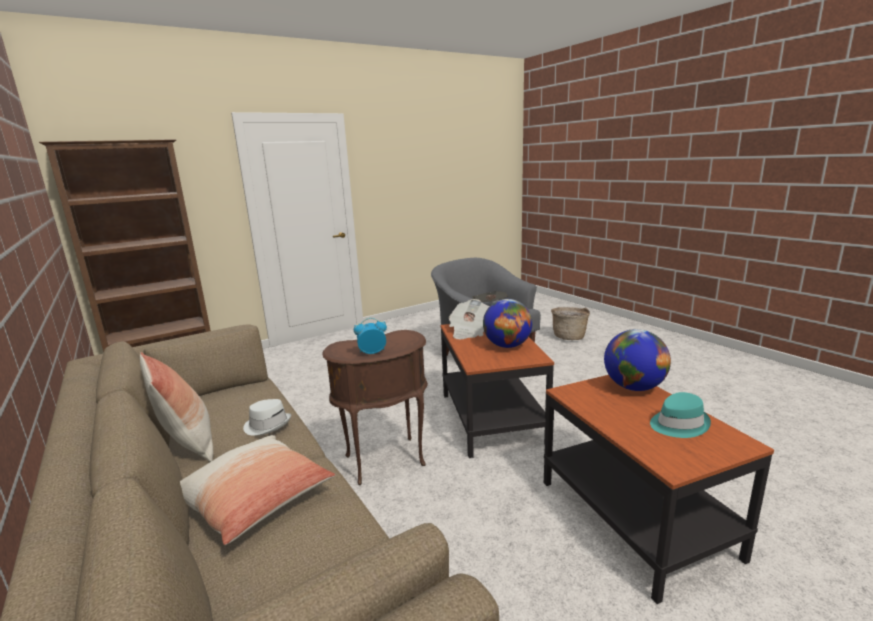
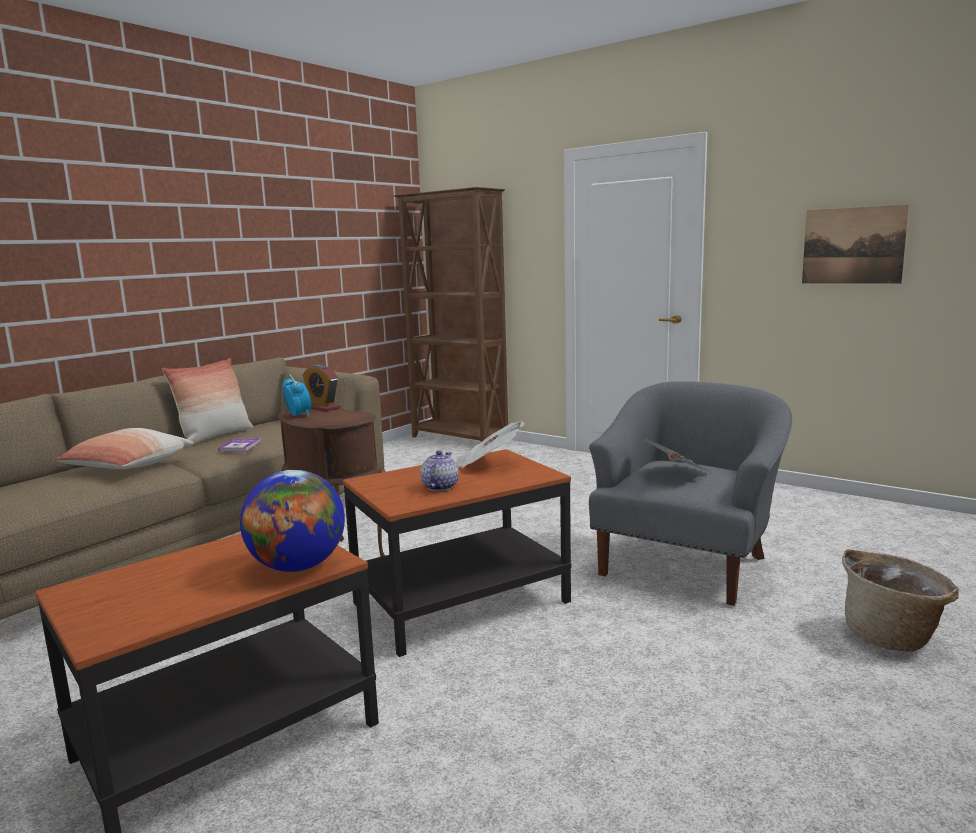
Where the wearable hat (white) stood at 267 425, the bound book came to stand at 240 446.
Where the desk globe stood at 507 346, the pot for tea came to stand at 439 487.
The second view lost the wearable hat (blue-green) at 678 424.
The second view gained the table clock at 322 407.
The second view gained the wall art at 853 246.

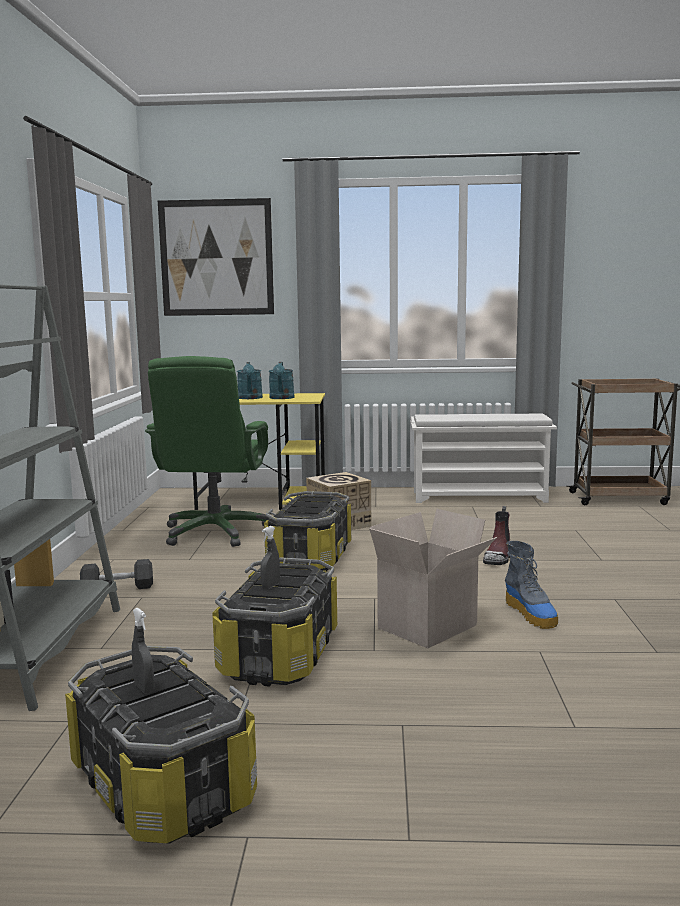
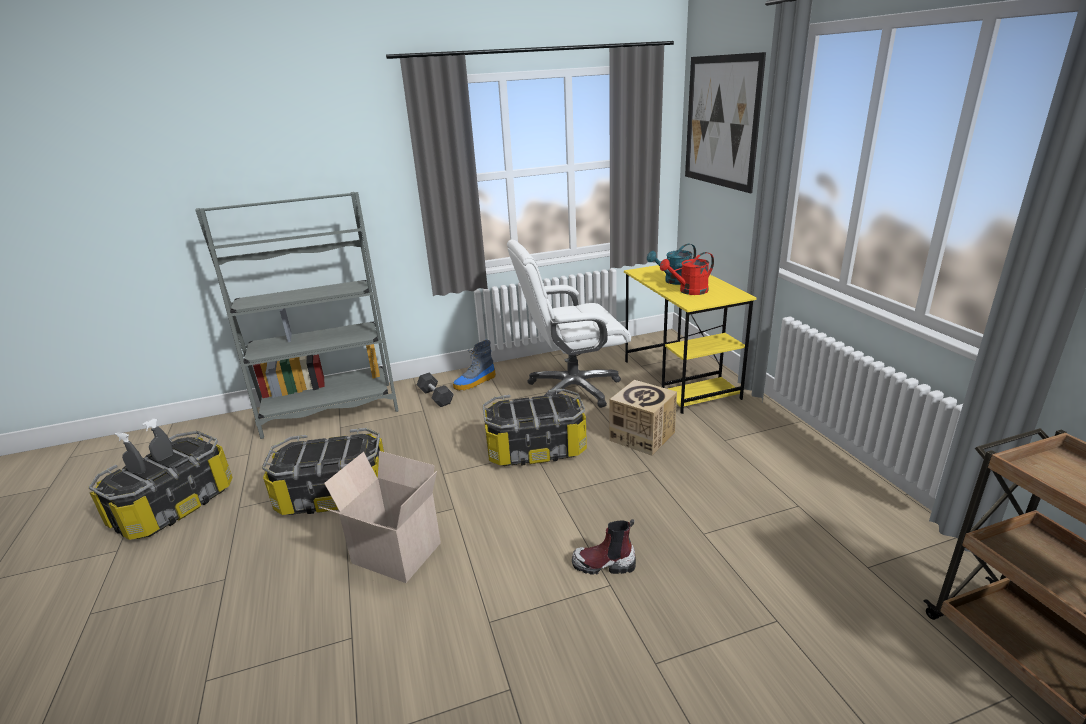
What was the computer chair (green-coloured) at 215 532 turned into the computer chair (white) at 572 389.
The sprayer (gray) ended up elsewhere, having gone from 270 586 to 138 472.
What was the watering pot (blue-green) at 281 398 turned into the watering pot (red) at 689 291.
The second view lost the shoe shelf (white) at 480 497.
The high-top boot ended up elsewhere, having gone from 531 614 to 475 382.

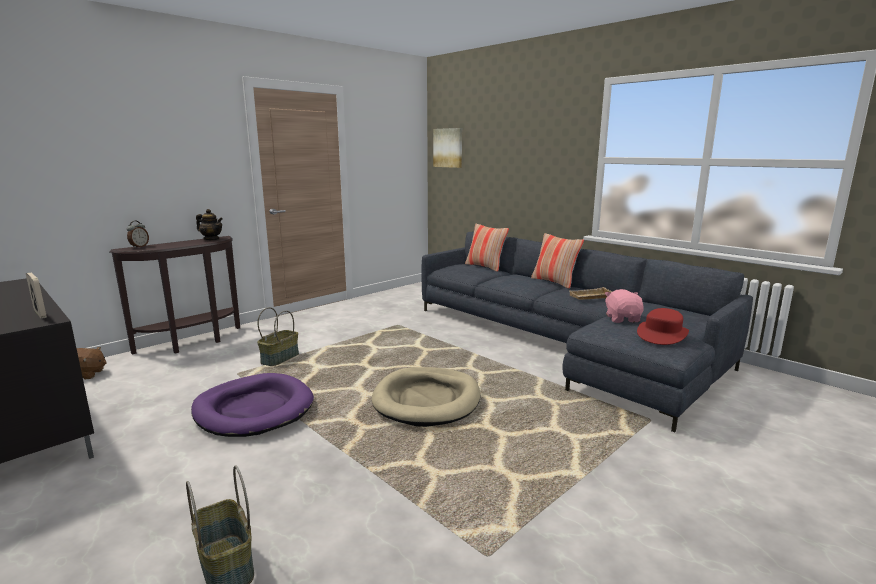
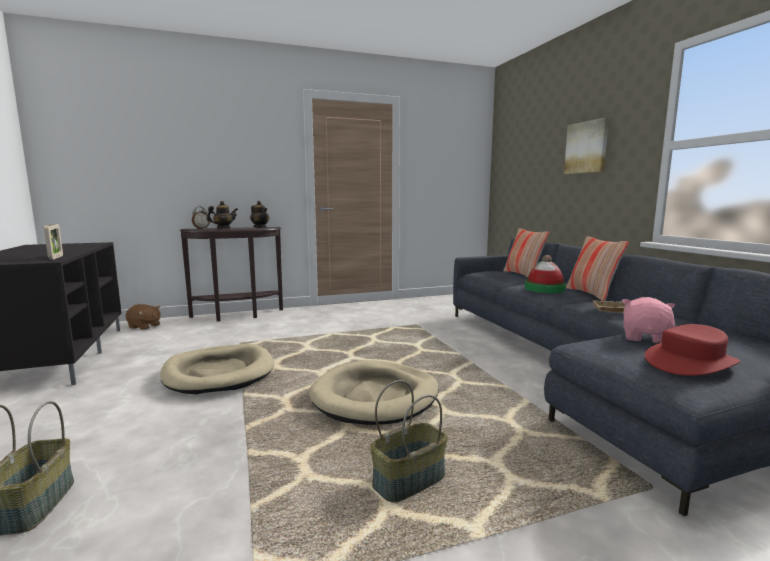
What was the dog bed (purplish) at 254 409 turned into the dog bed (sand-coloured) at 219 373.
The storage basket ended up elsewhere, having gone from 280 358 to 409 480.
The wall art ended up elsewhere, having gone from 448 148 to 586 147.
The second view gained the pot for tea at 223 228.
The second view gained the wearable hat at 544 289.

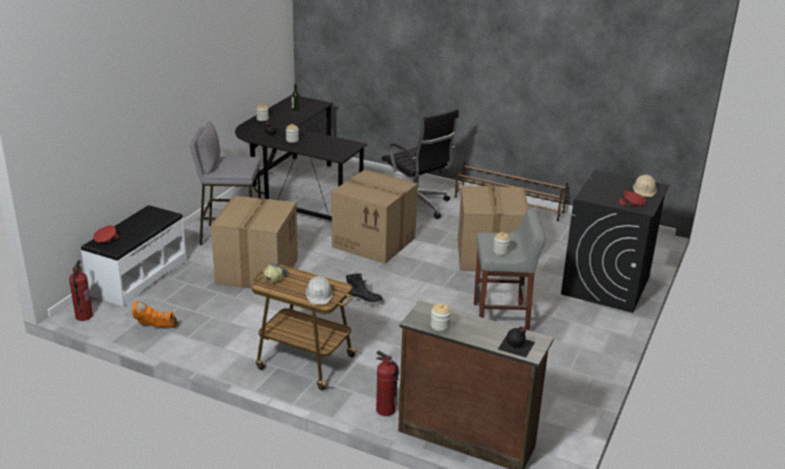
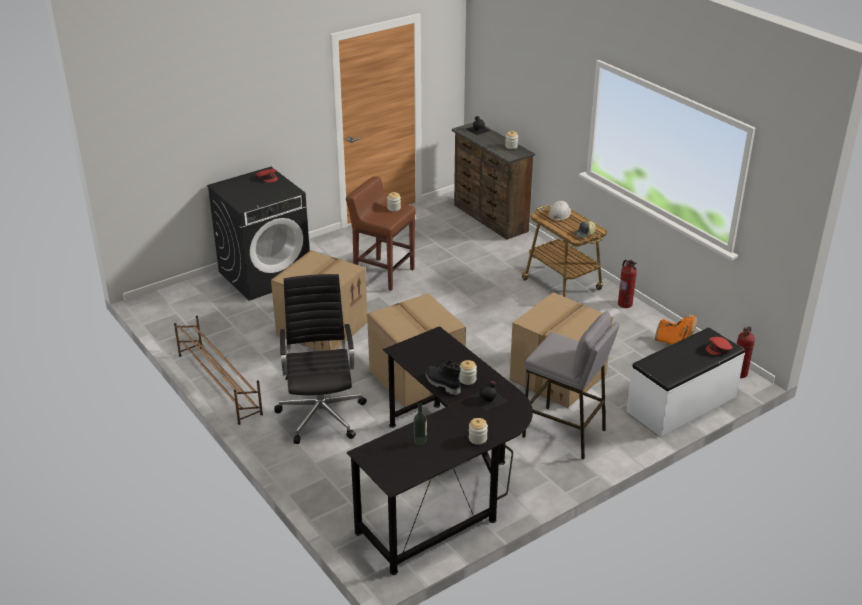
The high-top boot (black-coloured) ended up elsewhere, having gone from 364 300 to 442 384.
The fire-fighting cylinder ended up elsewhere, having gone from 385 410 to 625 304.
What was the stool seat (gray) at 502 318 turned into the stool seat (brown-coloured) at 383 274.
The second view lost the work helmet (sand-coloured) at 644 190.

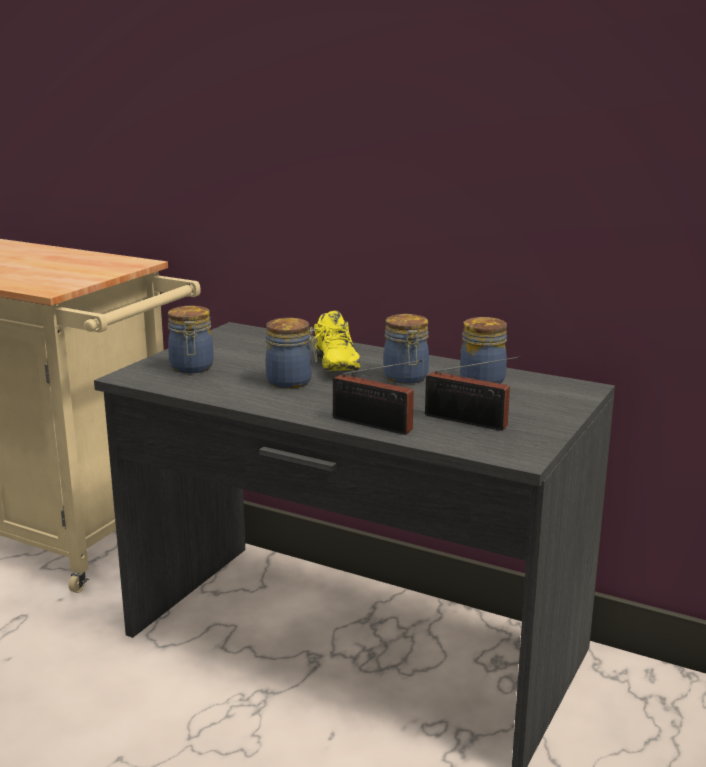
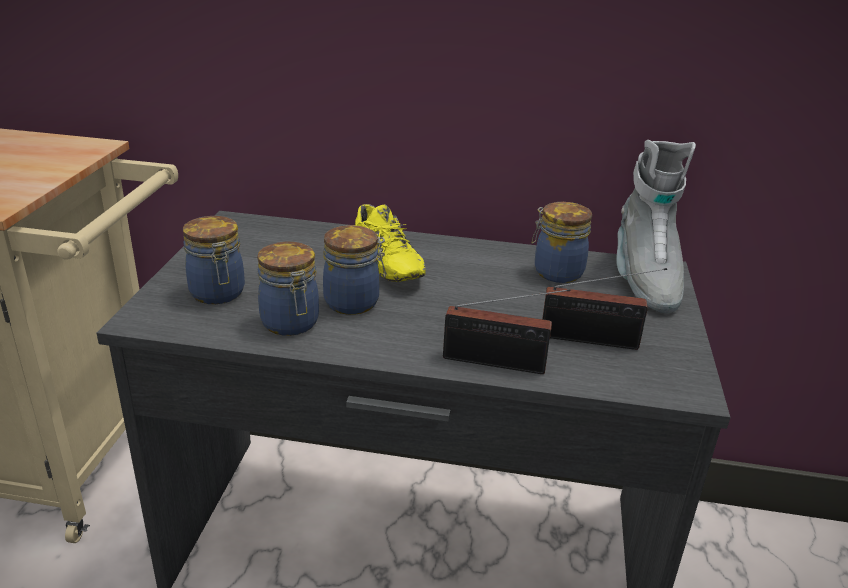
The storage jar ended up elsewhere, having gone from 406 378 to 291 324.
The second view gained the high-top boot (gray) at 644 279.

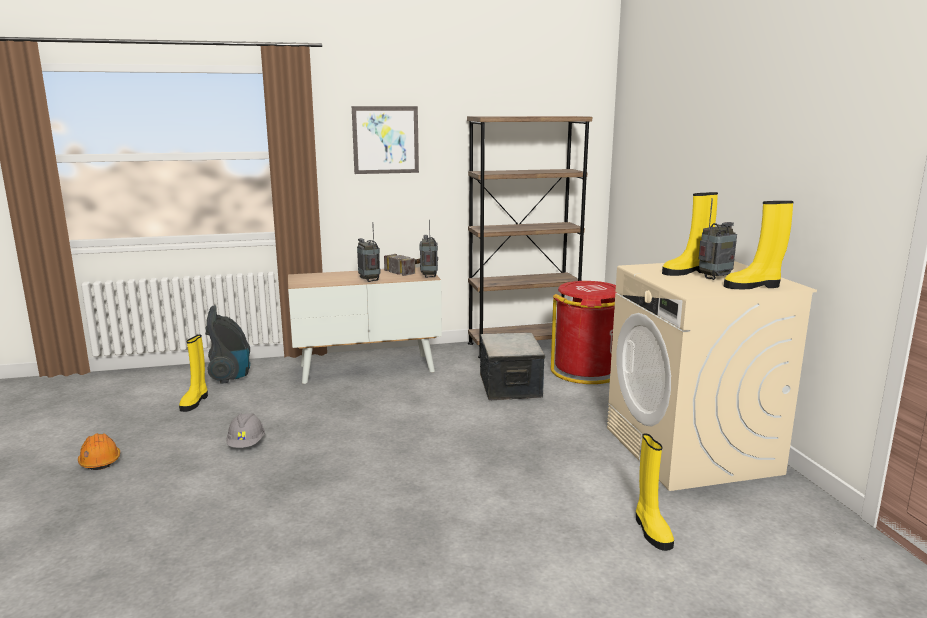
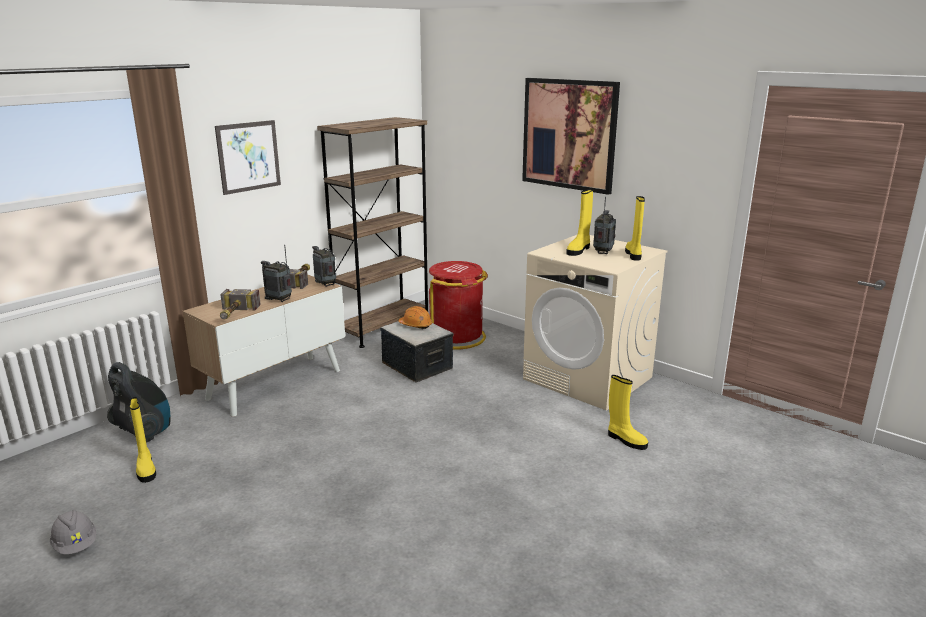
The work helmet (orange) ended up elsewhere, having gone from 100 461 to 416 325.
The work helmet (gray) ended up elsewhere, having gone from 246 444 to 76 545.
The high-top boot (yellow-coloured) at 753 286 ended up facing another way, 135 degrees clockwise from before.
The second view gained the hand hammer at 234 314.
The second view gained the wall art at 569 134.

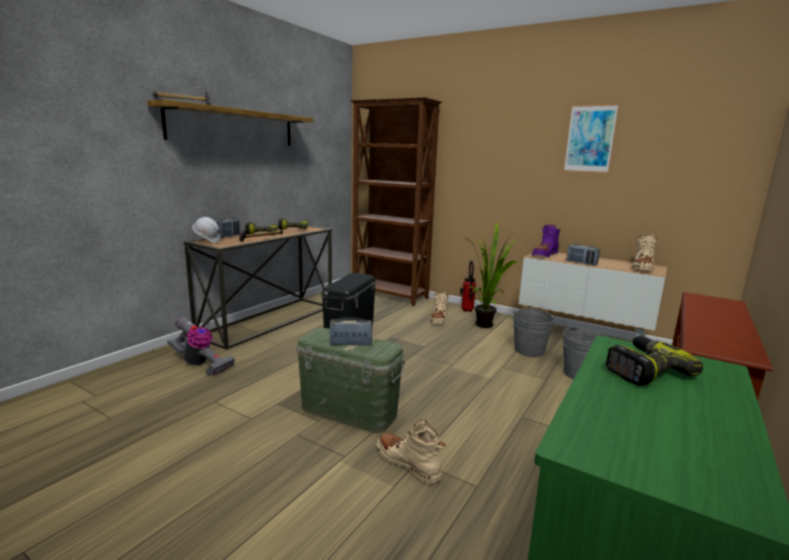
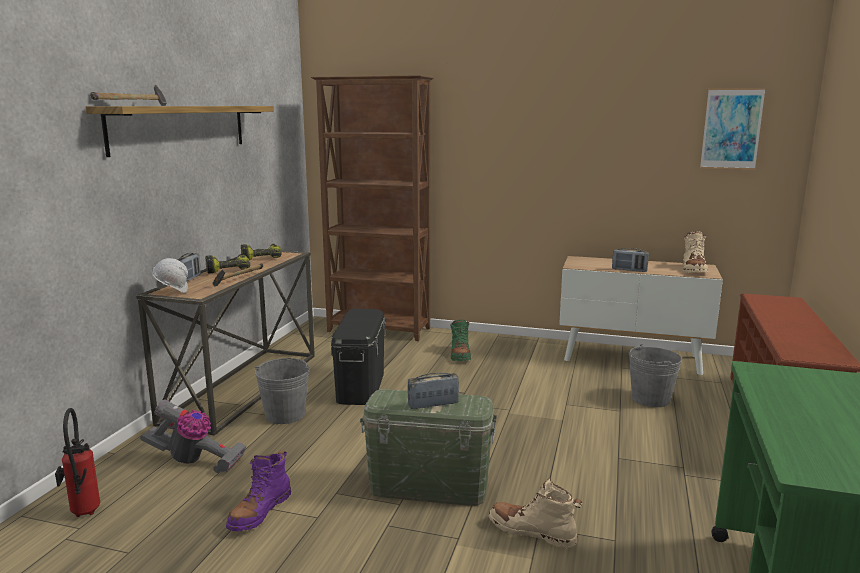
What was the high-top boot (sand-coloured) at 439 319 turned into the high-top boot (green-coloured) at 460 355.
The fire-fighting cylinder ended up elsewhere, having gone from 466 311 to 83 514.
The second view lost the houseplant at 486 324.
The bucket (gray) ended up elsewhere, having gone from 529 350 to 285 415.
The high-top boot (purplish) ended up elsewhere, having gone from 544 255 to 260 512.
The wall art ended up elsewhere, having gone from 590 139 to 731 129.
The second view lost the power drill at 642 369.

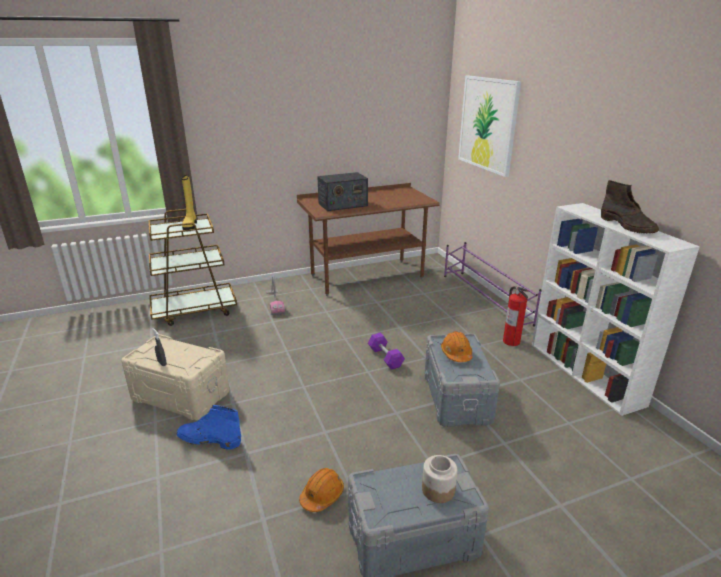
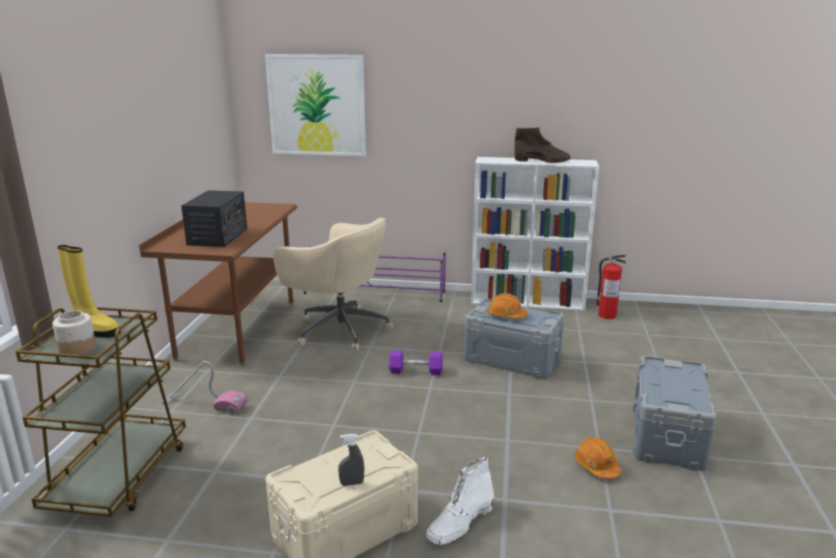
What was the high-top boot (blue) at 208 439 turned into the high-top boot (white) at 460 523.
The storage jar ended up elsewhere, having gone from 438 489 to 77 349.
The fire-fighting cylinder ended up elsewhere, having gone from 511 341 to 606 315.
The second view gained the computer chair (sand-coloured) at 339 329.

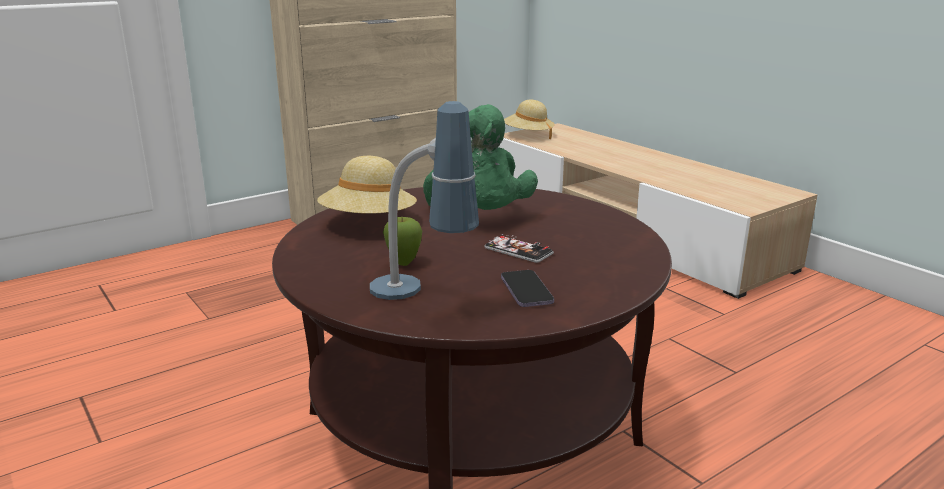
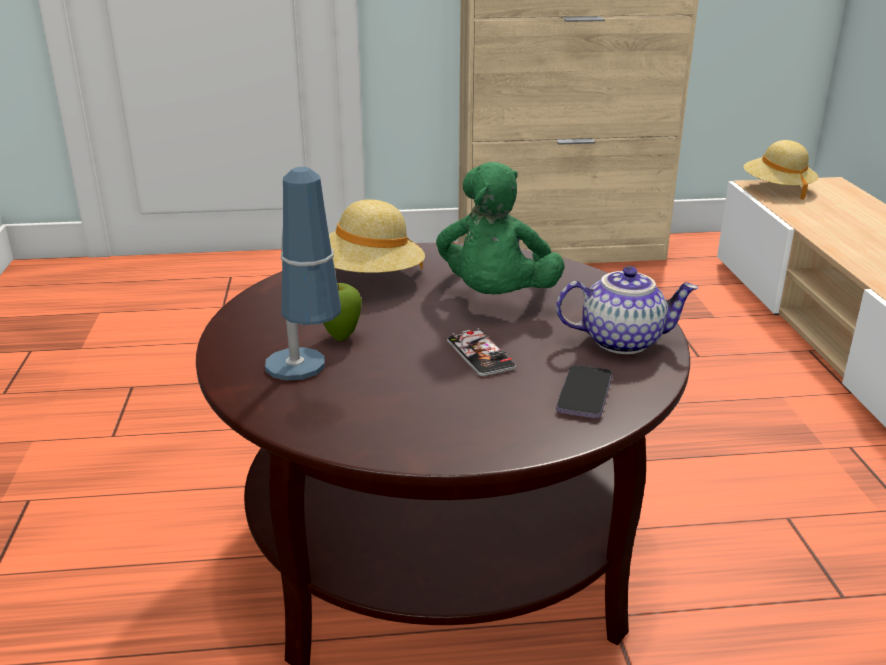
The telephone ended up elsewhere, having gone from 526 291 to 584 394.
The second view gained the pot for tea at 622 340.

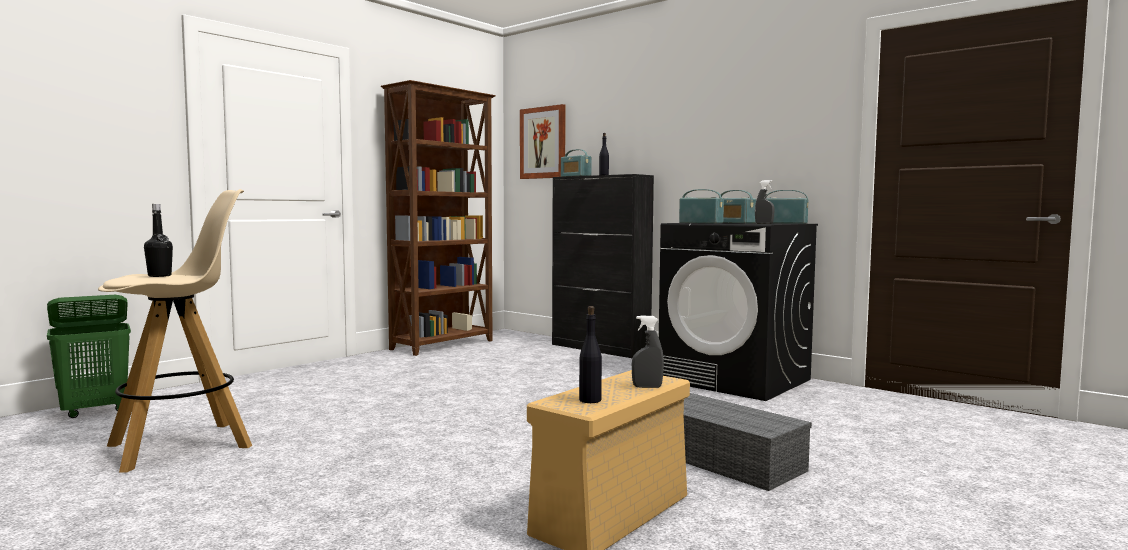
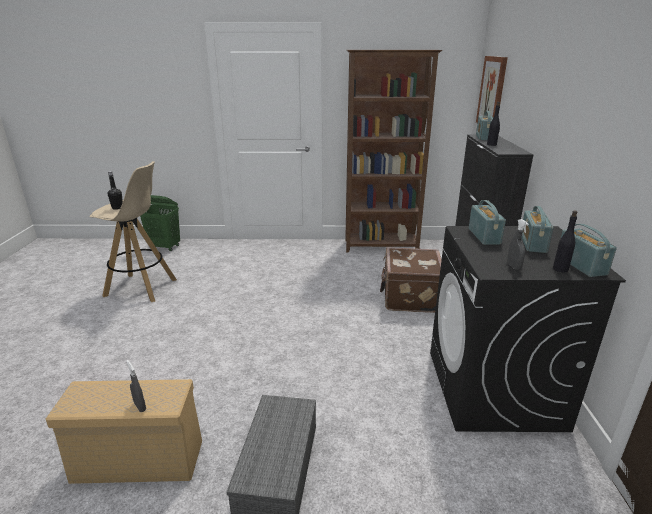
The beverage bottle (black-coloured) ended up elsewhere, having gone from 590 400 to 560 269.
The second view gained the travel case (brown-coloured) at 409 297.

